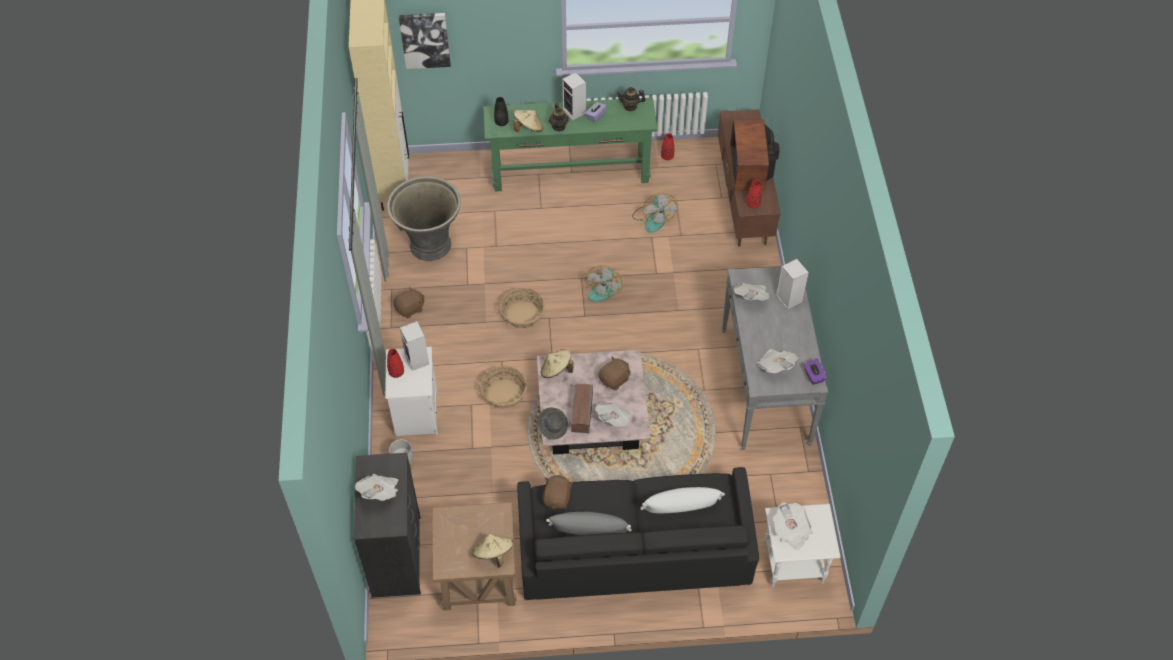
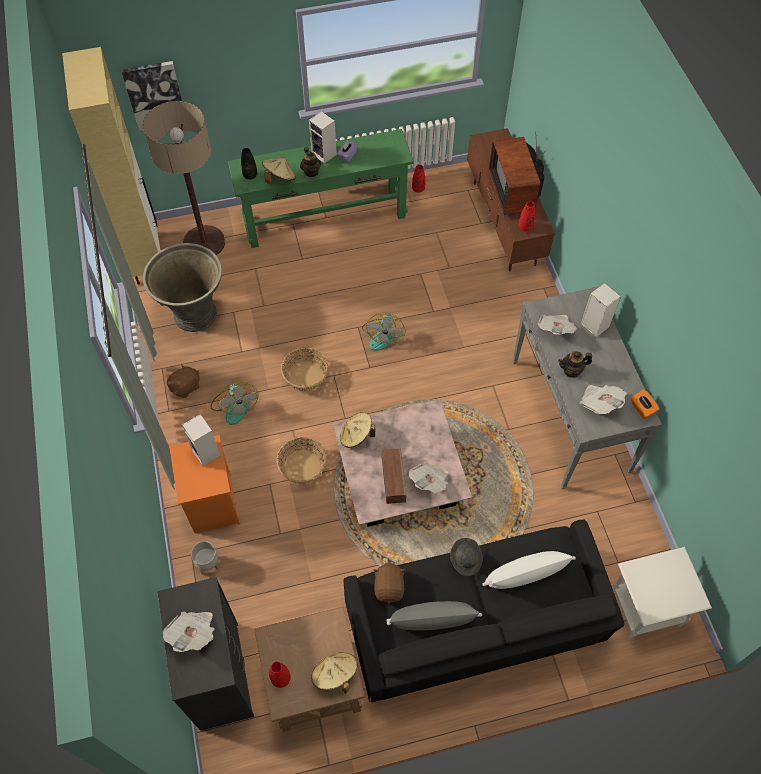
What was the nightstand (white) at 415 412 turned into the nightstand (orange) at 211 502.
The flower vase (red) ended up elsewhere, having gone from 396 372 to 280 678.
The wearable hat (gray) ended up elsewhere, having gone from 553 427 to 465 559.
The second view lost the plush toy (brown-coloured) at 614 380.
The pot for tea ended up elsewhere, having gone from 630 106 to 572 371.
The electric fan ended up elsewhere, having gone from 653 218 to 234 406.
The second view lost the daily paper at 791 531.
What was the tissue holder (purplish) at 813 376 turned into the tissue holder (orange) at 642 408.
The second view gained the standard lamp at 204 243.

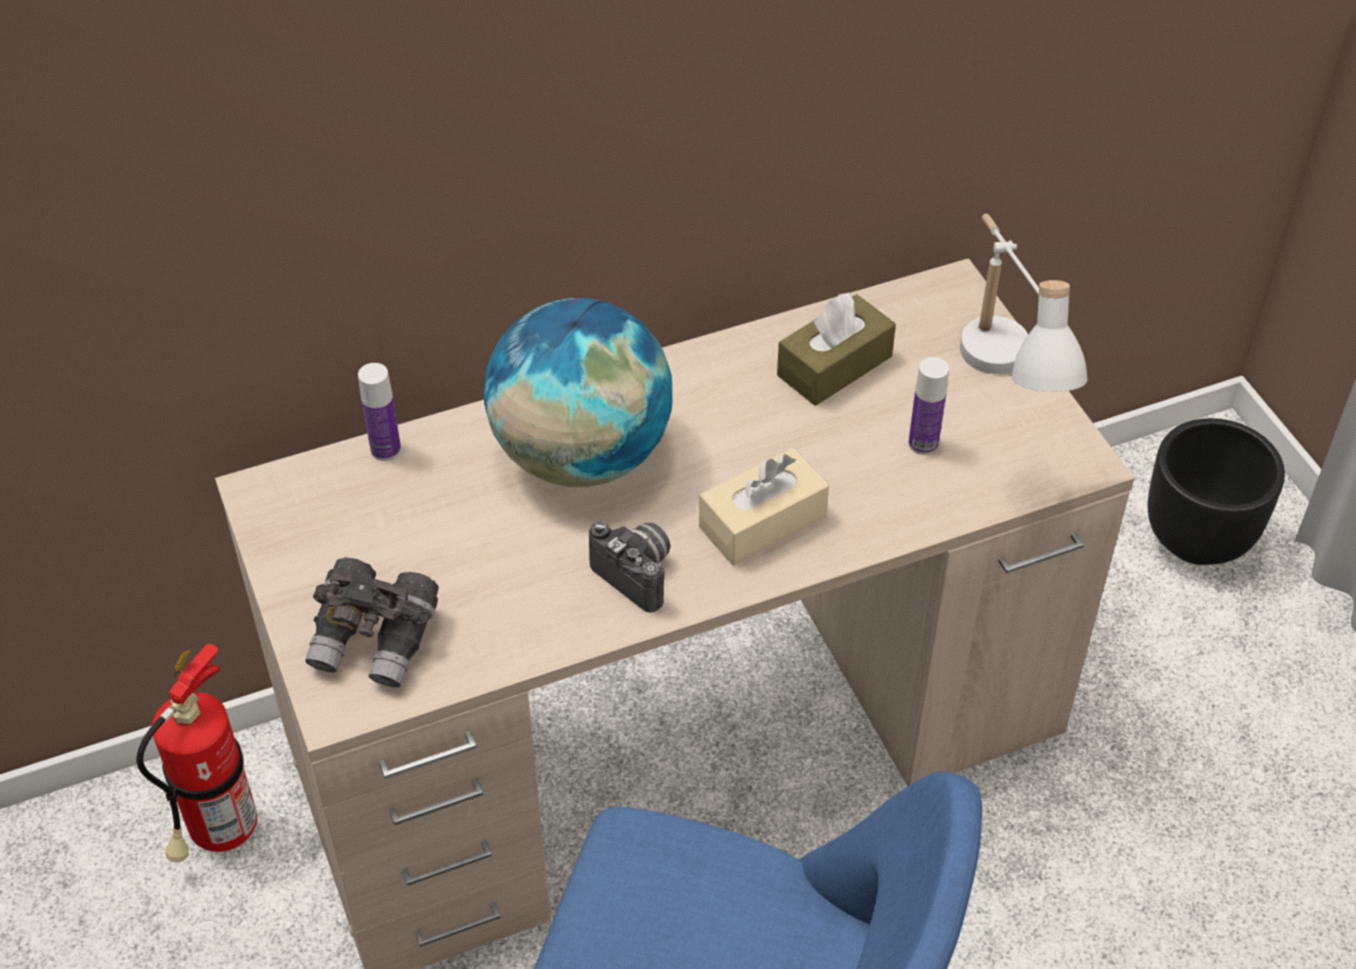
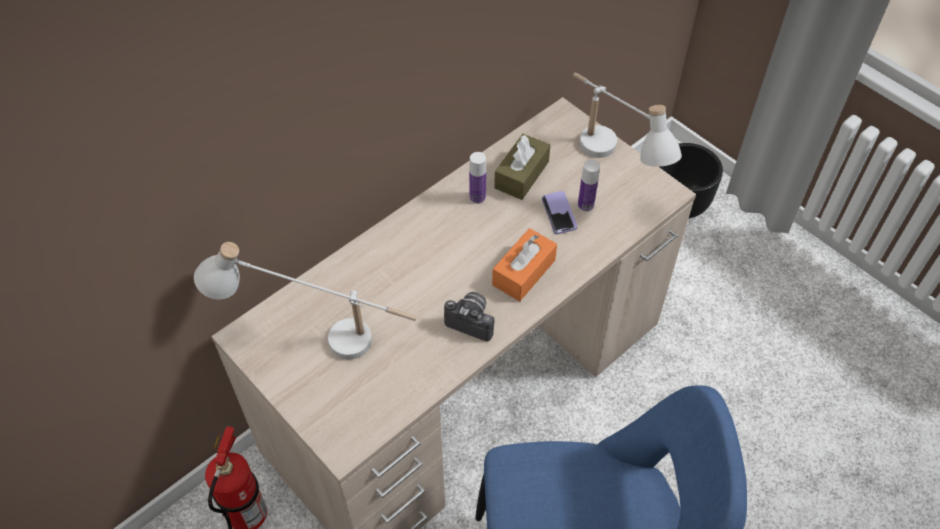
The second view lost the pair of binoculars (gray) at 376 640.
The beverage bottle ended up elsewhere, having gone from 385 449 to 477 197.
The second view lost the desk globe at 581 455.
What was the tissue holder (sand-coloured) at 762 522 turned into the tissue holder (orange) at 523 272.
The second view gained the table lamp (white) at 318 338.
The second view gained the telephone at 559 213.

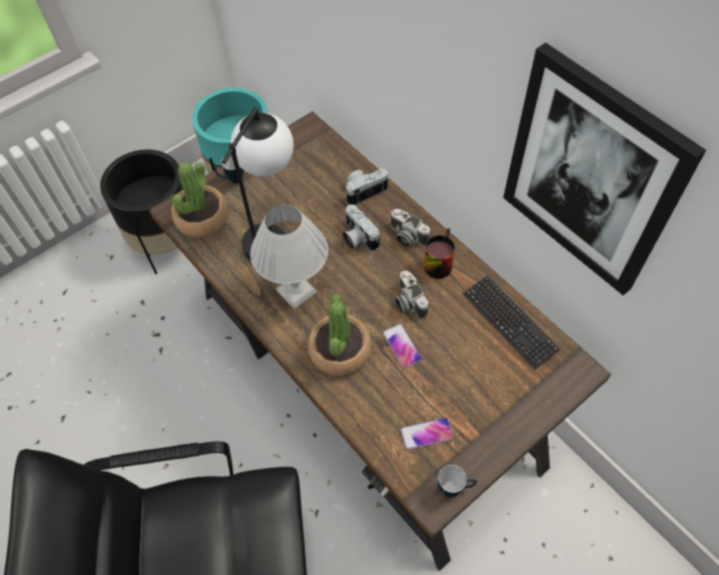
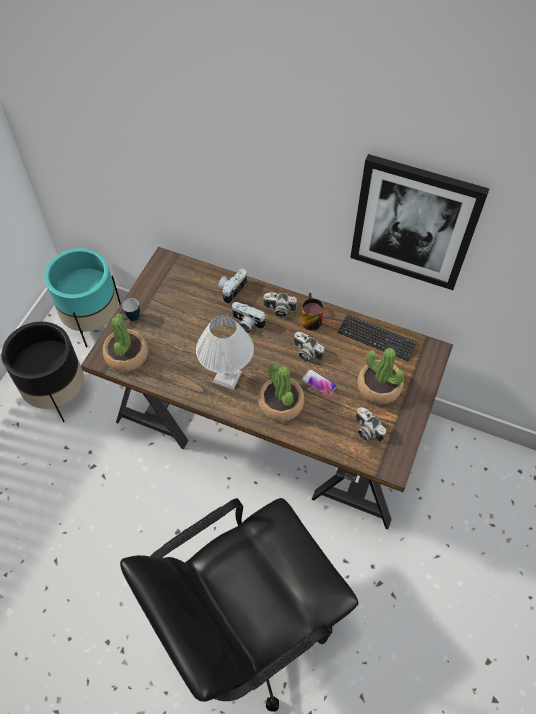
The second view lost the table lamp at 272 231.
Where the telephone stood at 426 434, the still camera came to stand at 366 430.
The second view lost the coffee mug at 455 489.
The second view gained the houseplant at 378 387.

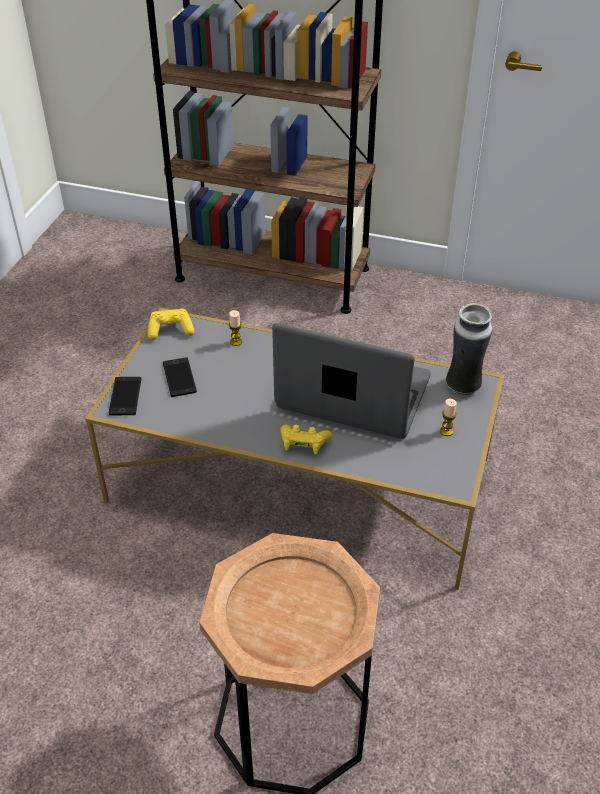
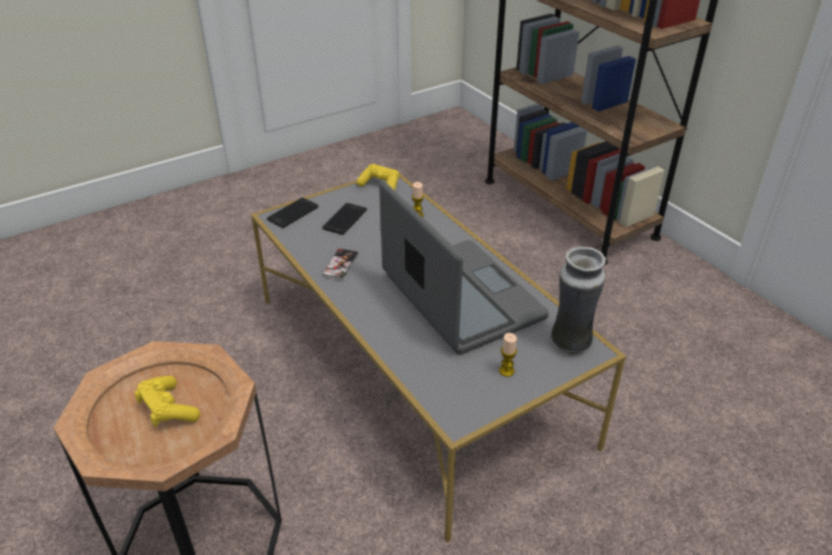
The gamepad (yellow-coloured) ended up elsewhere, having gone from 304 444 to 168 410.
The second view gained the telephone at 340 265.

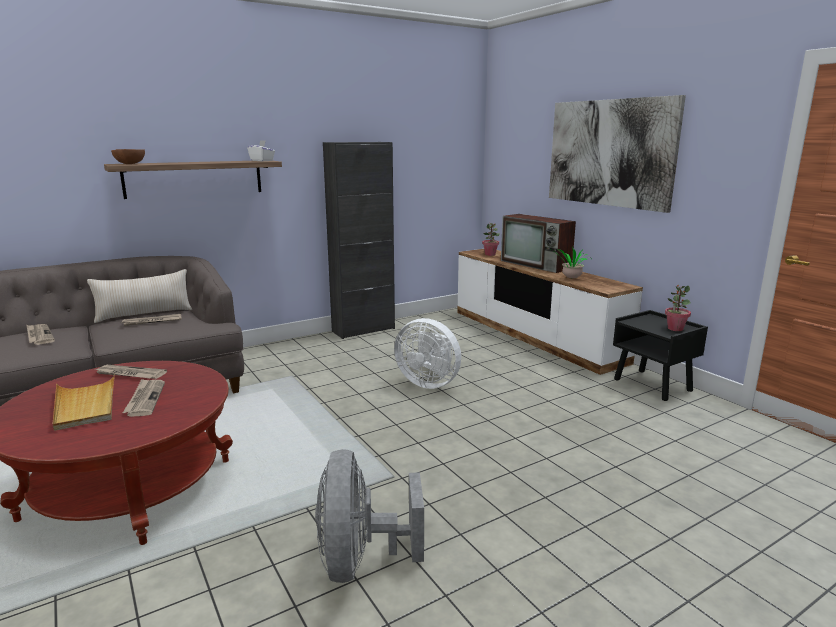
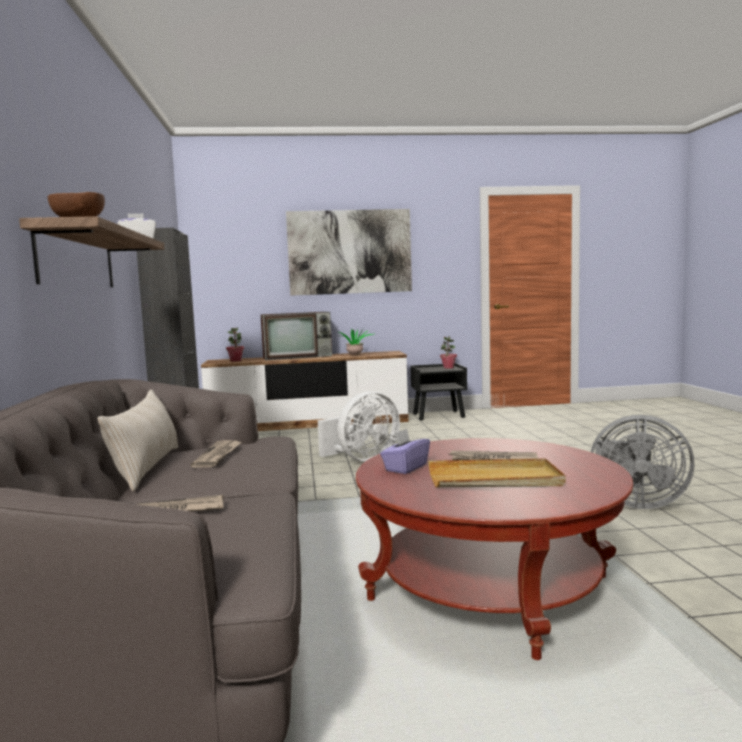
Where the daily paper stood at 130 374, the tissue holder (purplish) came to stand at 405 468.

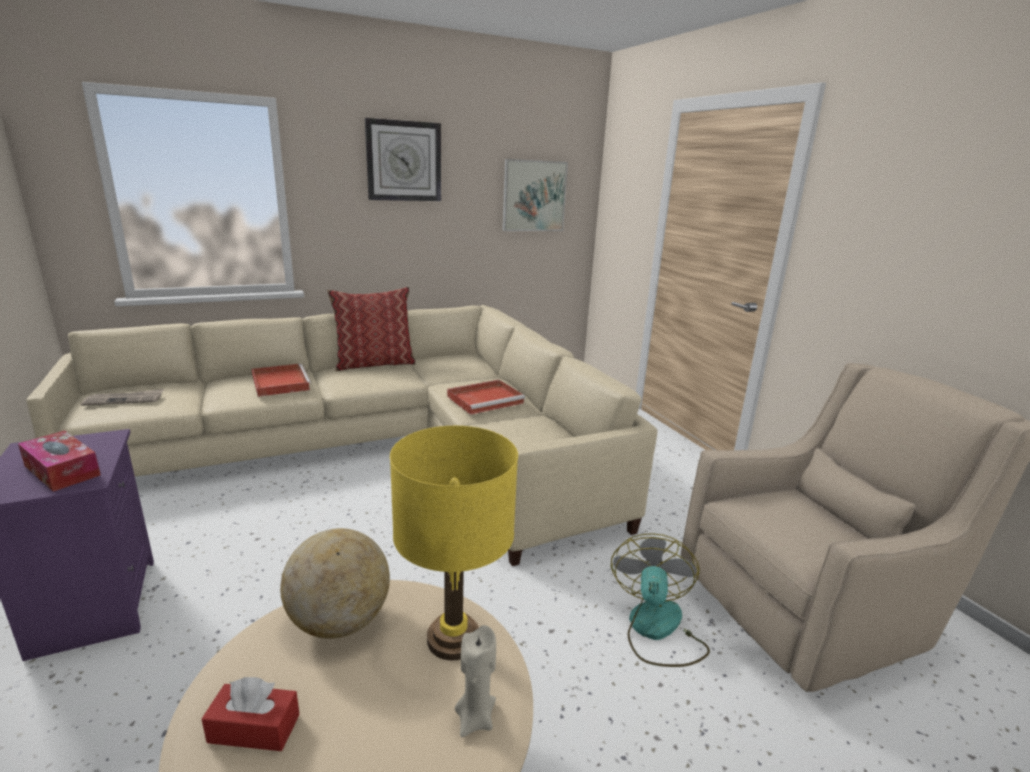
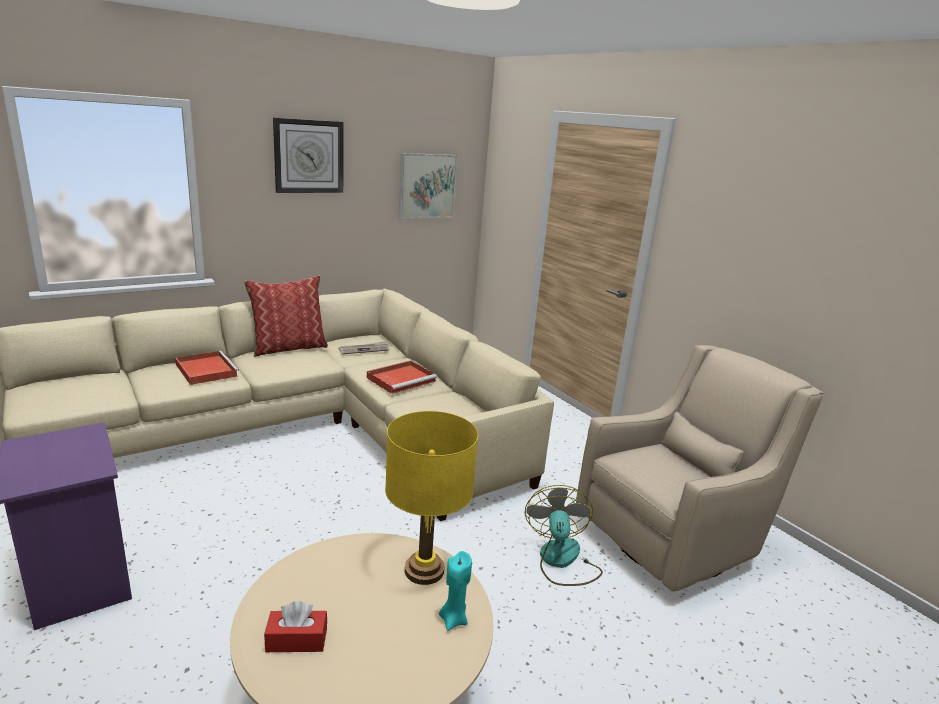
The second view lost the tissue holder at 62 470.
The daily paper ended up elsewhere, having gone from 124 400 to 364 349.
The second view lost the desk globe at 340 622.
What was the candle (sand-coloured) at 475 719 turned into the candle (blue-green) at 453 619.

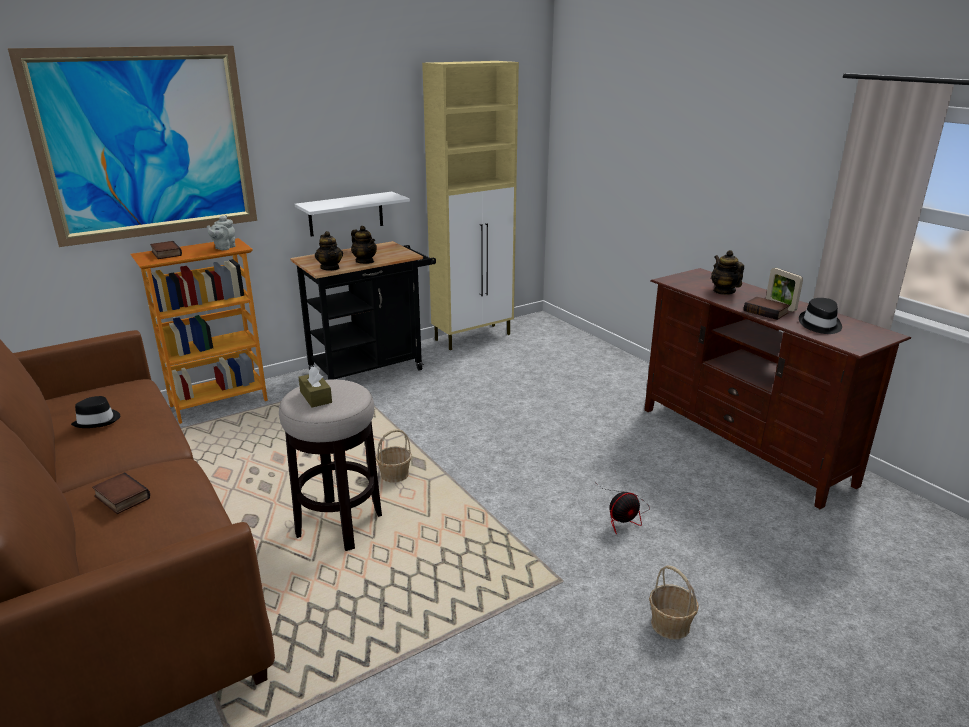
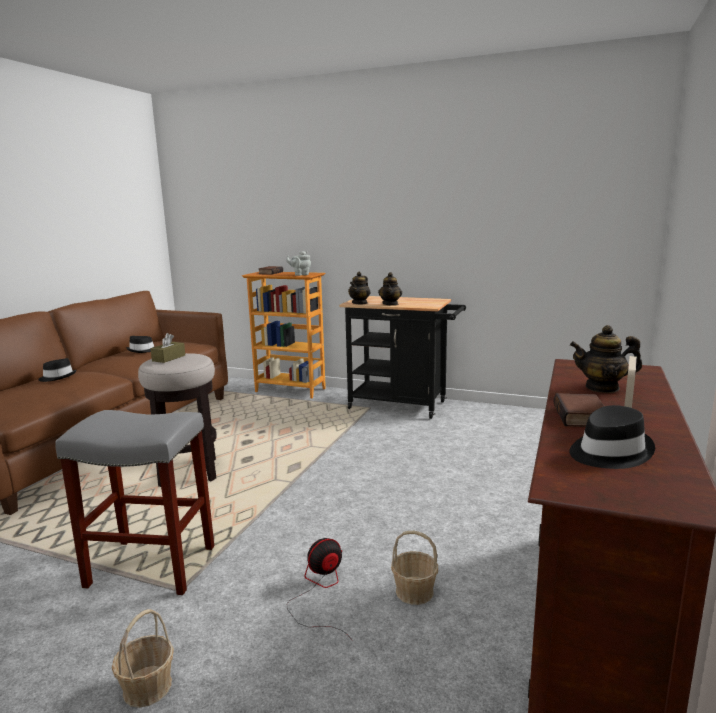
The second view lost the wall art at 147 144.
Where the bound book stood at 120 498, the wearable hat (black-coloured) came to stand at 58 377.
The second view lost the wall shelf (white) at 346 214.
The storage basket ended up elsewhere, having gone from 394 475 to 414 591.
The second view lost the storage cabinet (sand-coloured) at 474 337.
The electric fan at 624 515 ended up facing another way, 120 degrees clockwise from before.
The pot for tea at 724 291 ended up facing another way, 120 degrees counterclockwise from before.
The second view gained the stool seat (gray) at 153 566.

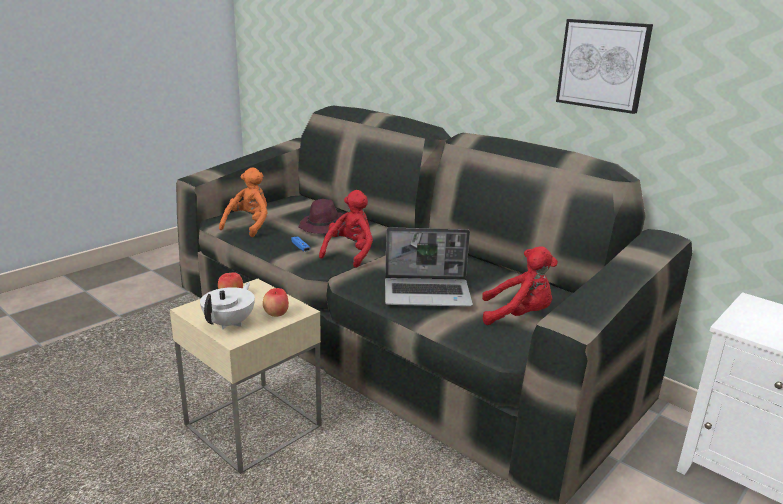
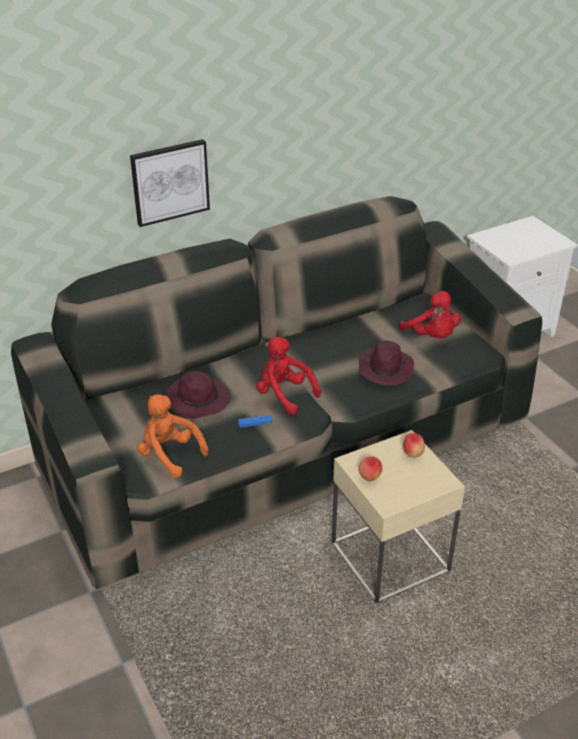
The second view lost the pot for tea (white) at 230 323.
Where the portable computer stood at 428 294, the wearable hat (purplish) came to stand at 385 369.
The plush toy (red) at 518 315 ended up facing another way, 120 degrees clockwise from before.
The wall art ended up elsewhere, having gone from 603 65 to 170 182.

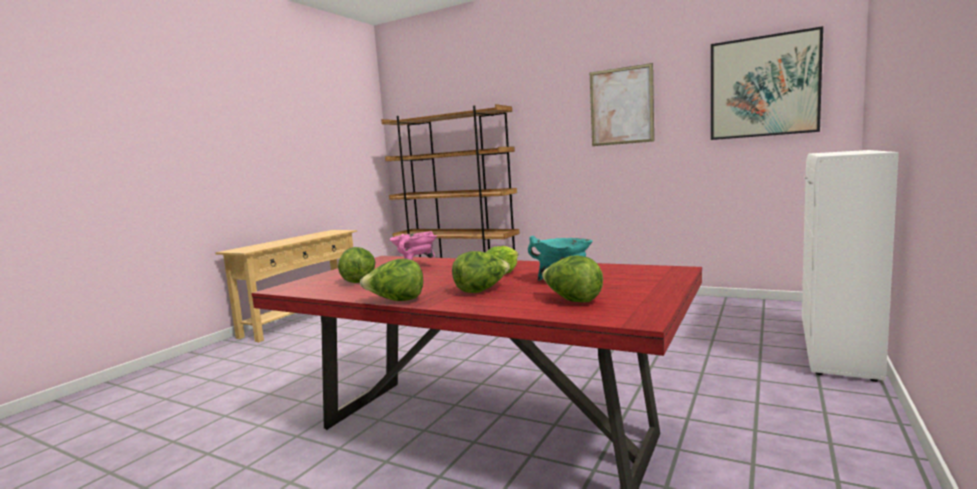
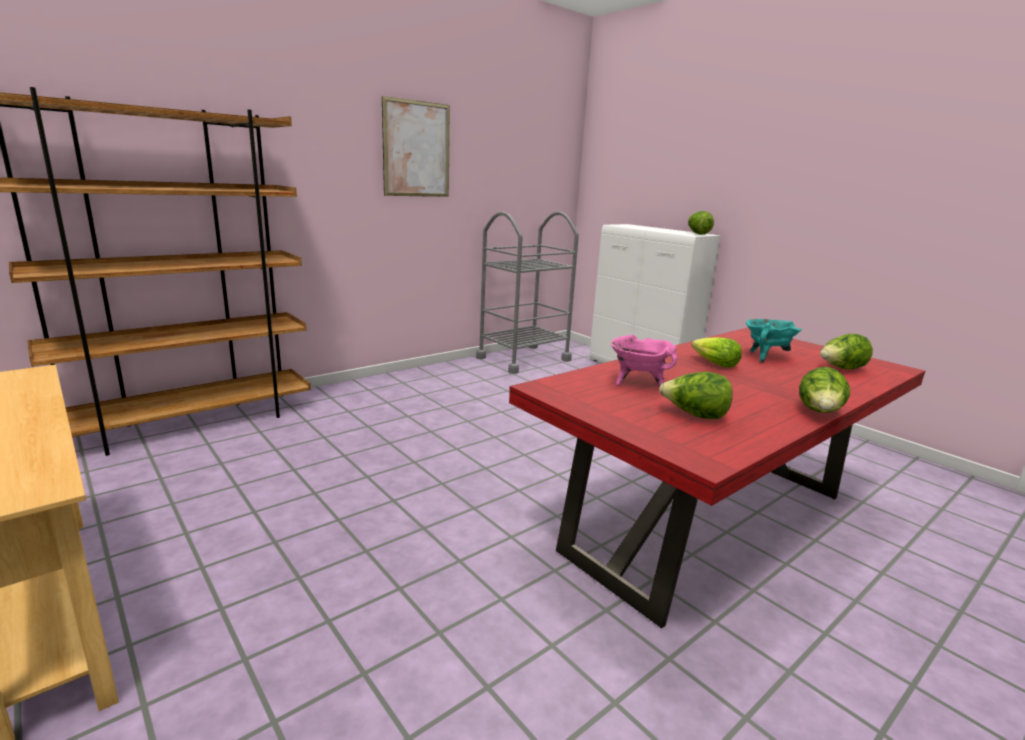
The lettuce head ended up elsewhere, having gone from 481 290 to 697 234.
The second view lost the wall art at 763 87.
The second view gained the wheeled cart (gray) at 523 359.

